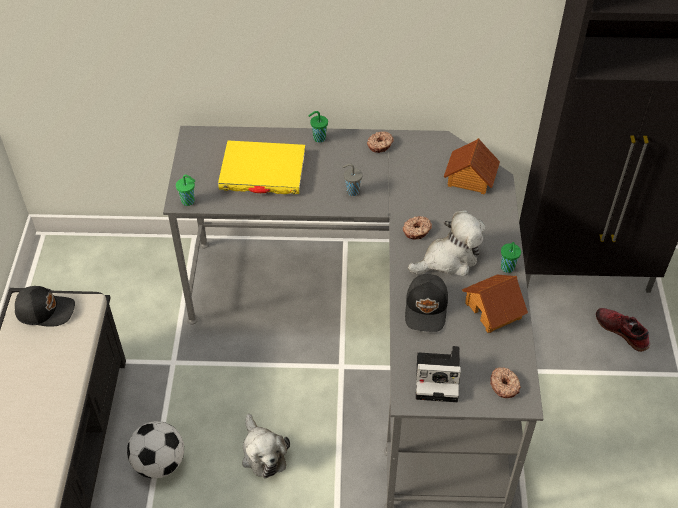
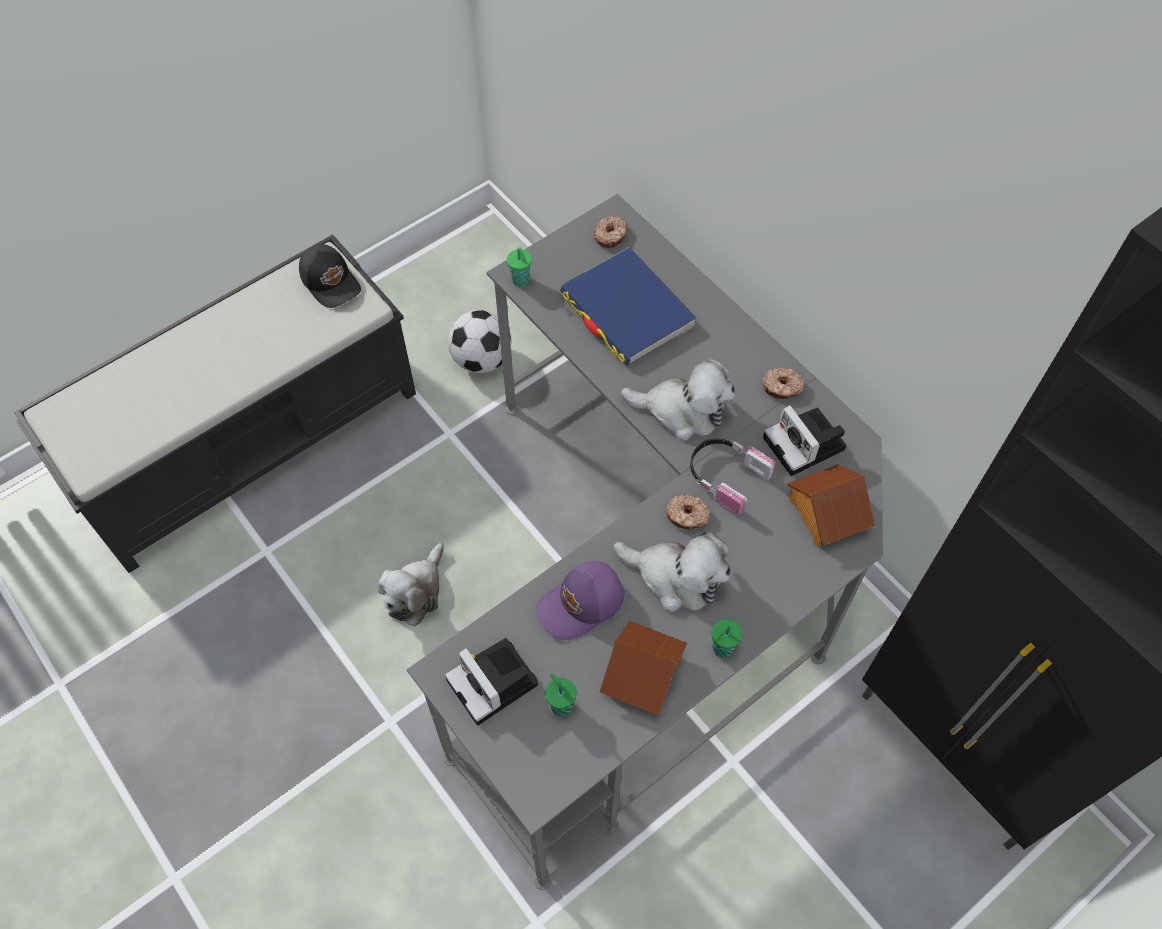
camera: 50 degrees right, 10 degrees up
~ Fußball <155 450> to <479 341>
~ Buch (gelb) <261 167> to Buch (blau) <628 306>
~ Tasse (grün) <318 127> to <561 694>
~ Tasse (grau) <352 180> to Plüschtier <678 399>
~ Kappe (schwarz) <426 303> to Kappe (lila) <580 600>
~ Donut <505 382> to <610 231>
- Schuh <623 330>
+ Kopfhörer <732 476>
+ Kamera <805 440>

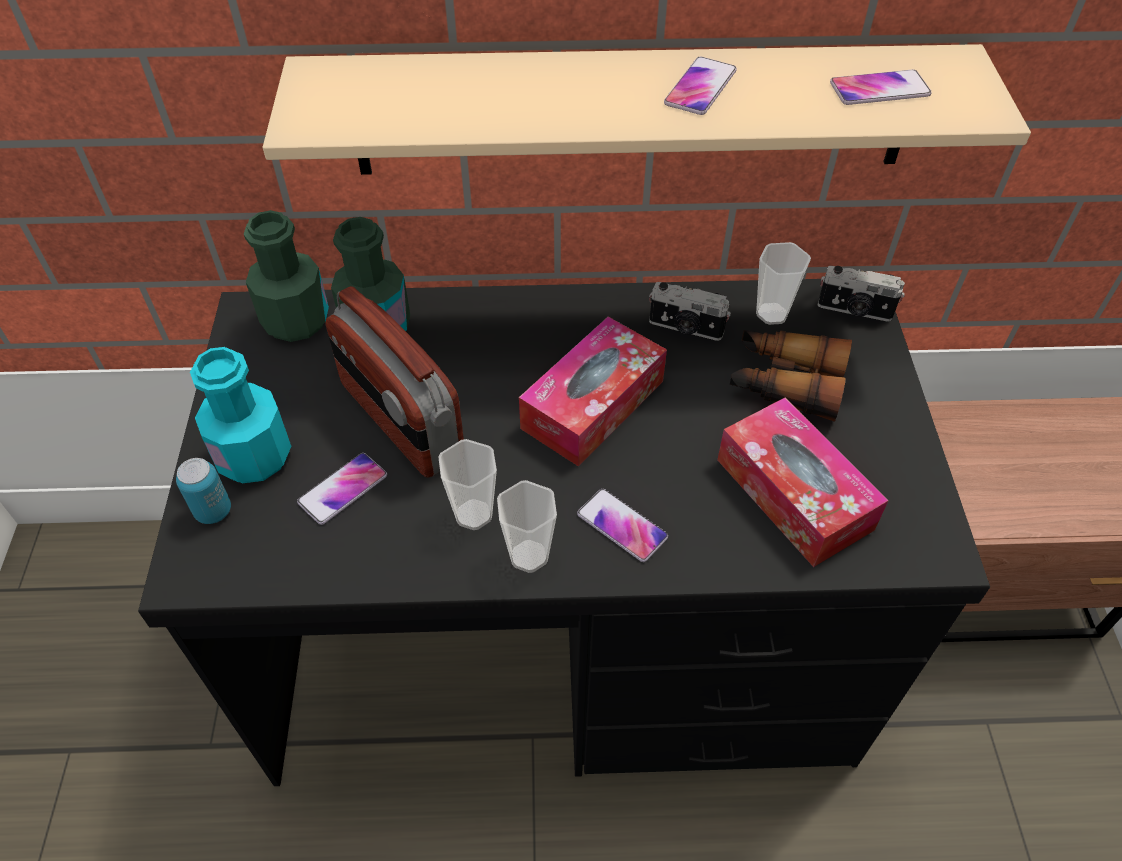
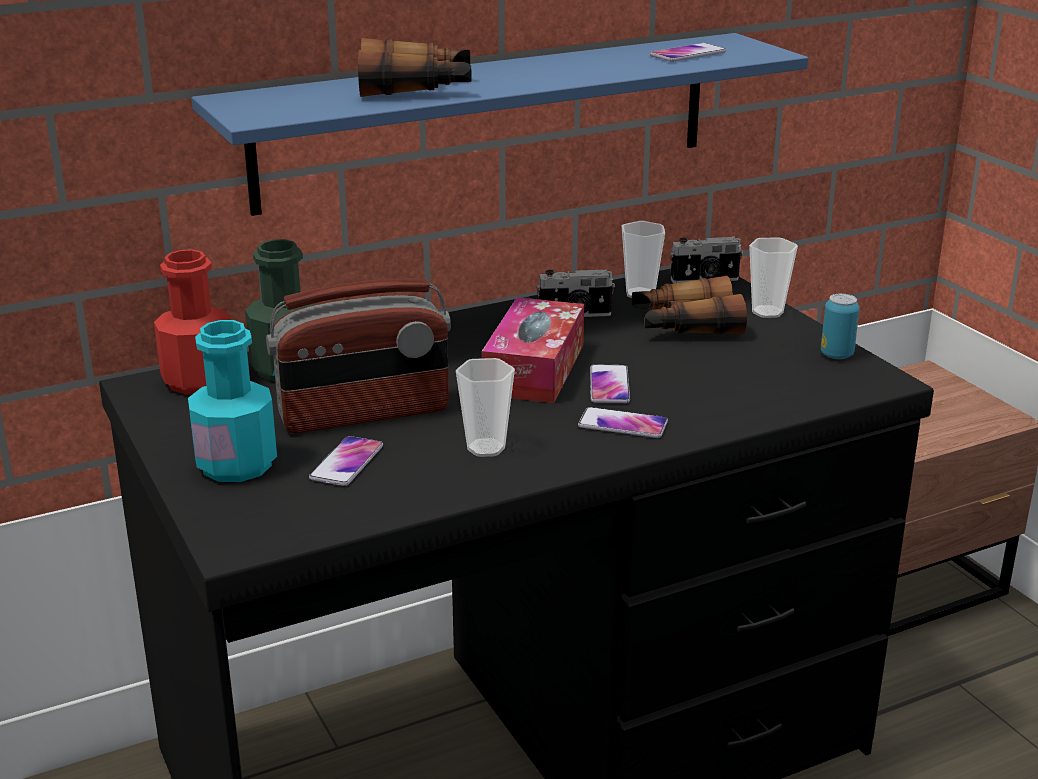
camera: 25 degrees left, 25 degrees down
~ Dose <203 491> to <840 326>
~ Flasche (grün) <286 276> to Flasche (rot) <192 322>
~ Wandregal (beige) <647 109> to Wandregal (blau) <499 124>
~ Radio <394 382> = <358 355> 45 degrees counterclockwise
~ Tasse <527 526> to <773 278>
~ Handy <700 86> to <610 383>
- Taschentuchbox <802 482>
+ Fernglas <415 67>

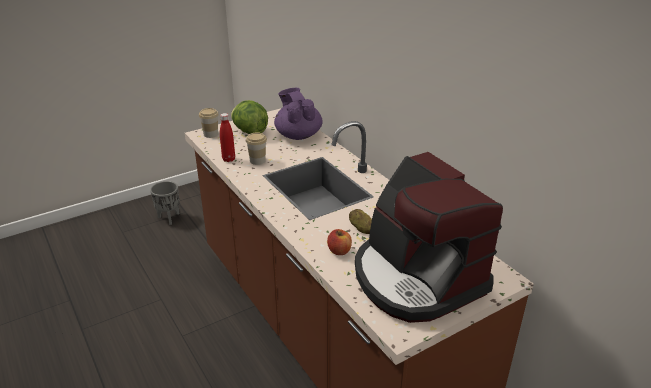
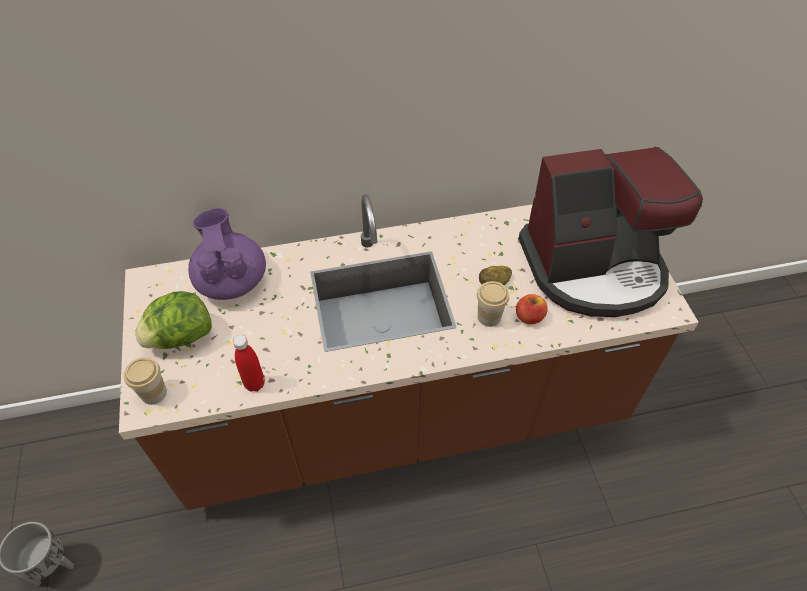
camera: 70 degrees left, 20 degrees up
~ Tasse <256 148> to <493 304>
~ Teekanne (lila) <298 114> = <227 254> 75 degrees clockwise

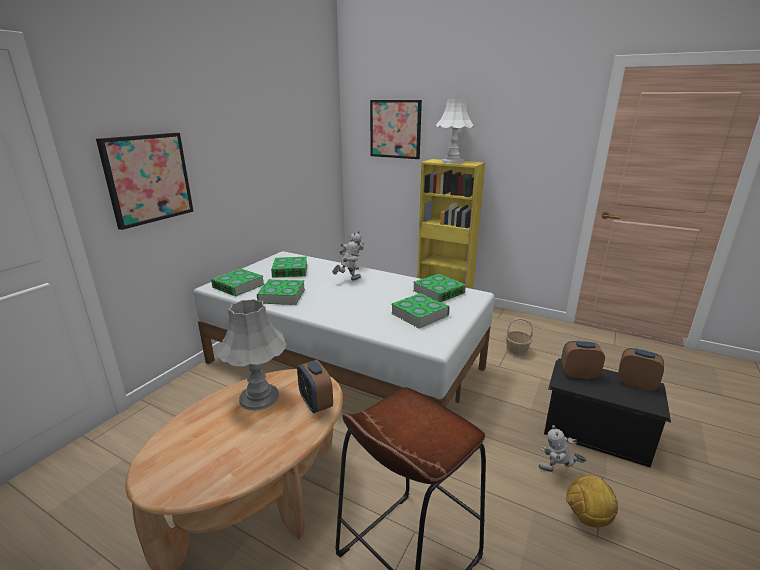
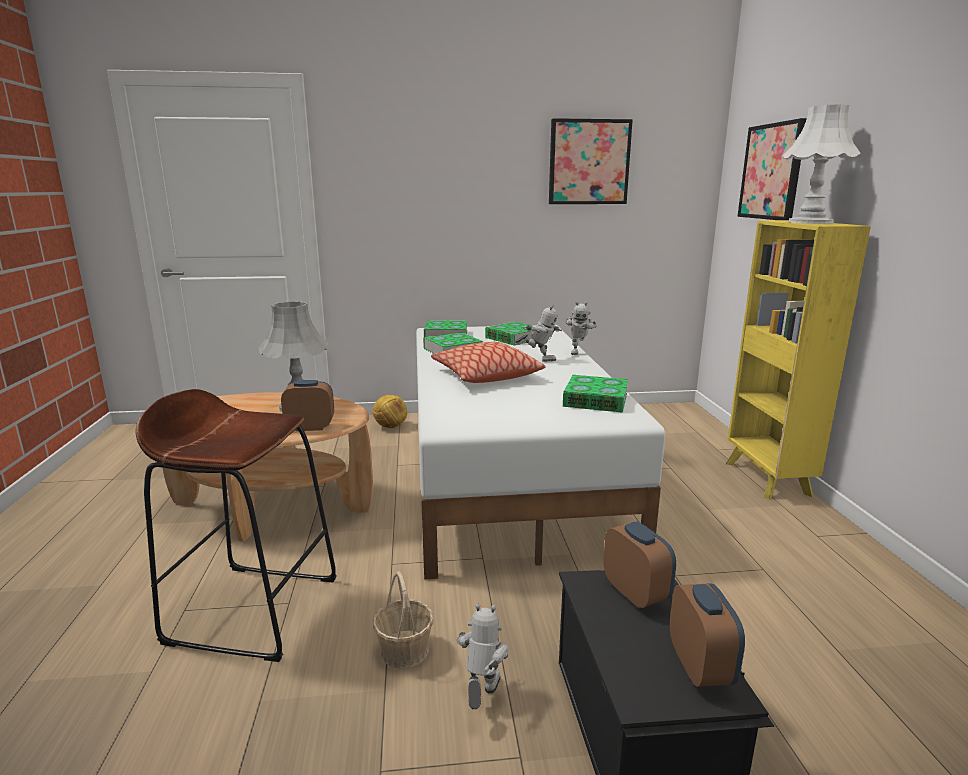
camera: 55 degrees right, 5 degrees down
~ Bild <145 181> to <591 161>
~ Wecker <315 387> = <307 405> 60 degrees clockwise
- Buch <420 310>
~ Korb <519 337> to <403 620>
~ Spielzeugroboter <562 448> = <482 657> 45 degrees clockwise
~ Fußball <592 501> to <390 411>
+ Kissen <488 362>

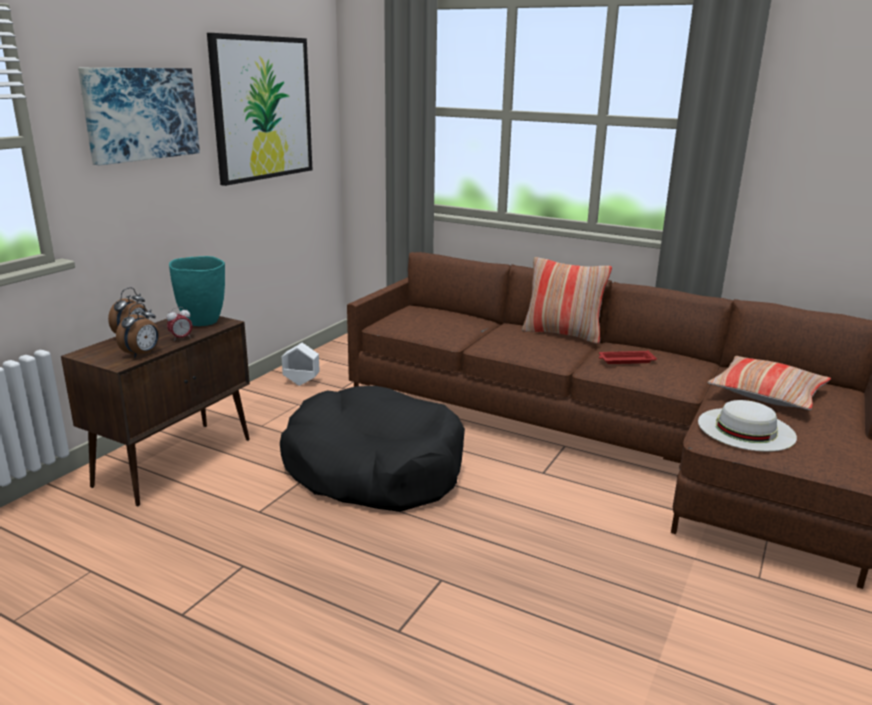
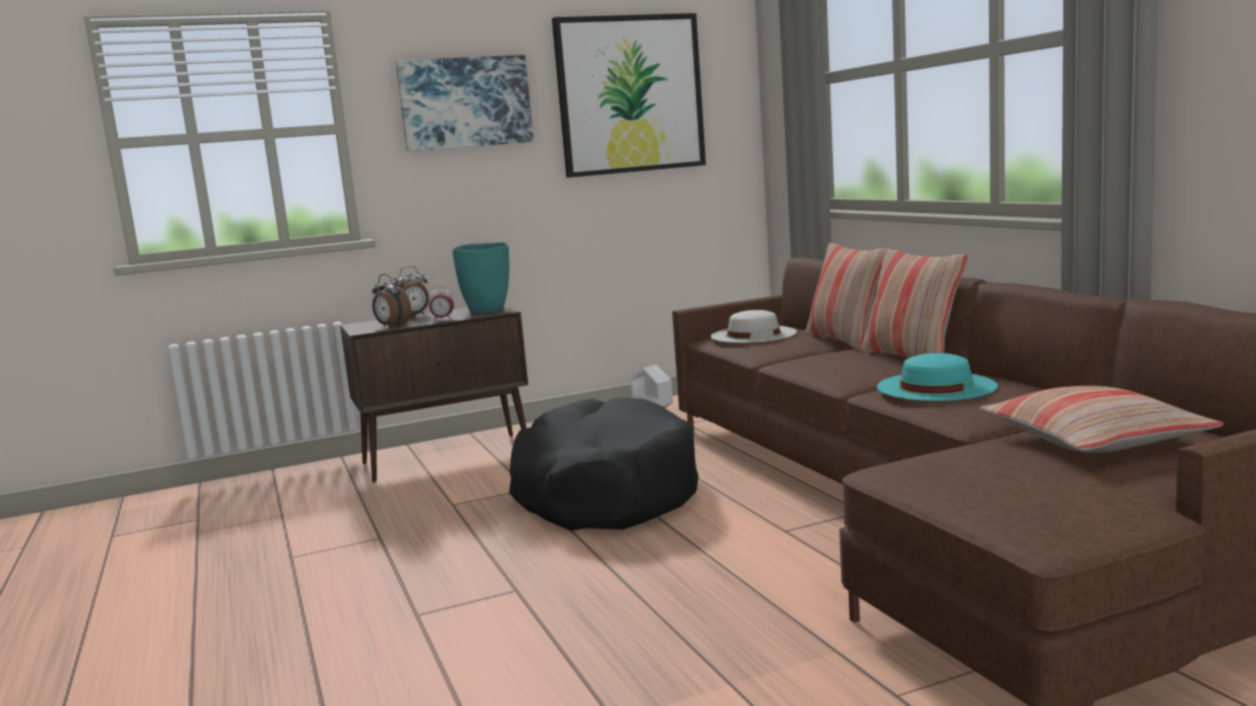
camera: 40 degrees right, 10 degrees down
~ Wecker <137 330> = <391 301> 60 degrees clockwise
~ Tablett (rot) <628 357> to Hut (türkis) <937 377>
~ Hut (weiß) <747 426> to <754 326>
+ Kissen <845 296>

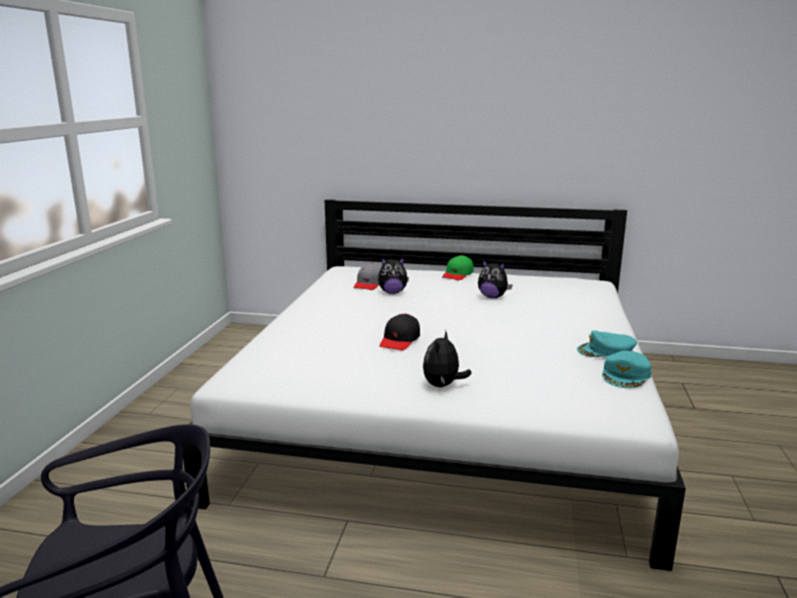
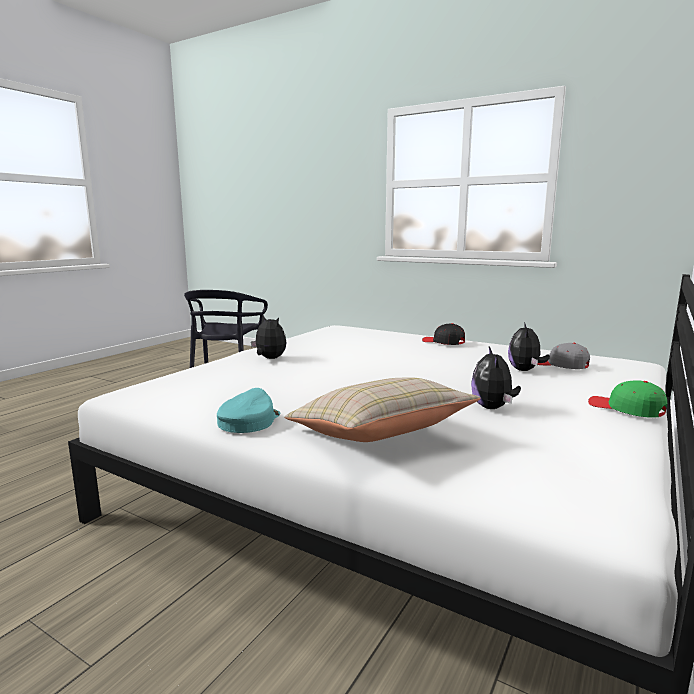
camera: 110 degrees right, 5 degrees down
~ Kappe (schwarz) <399 332> to <443 334>
~ Plüschtier <495 279> = <496 378> 45 degrees counterclockwise
- Kappe (türkis) <627 369>
+ Kissen (beige) <382 409>

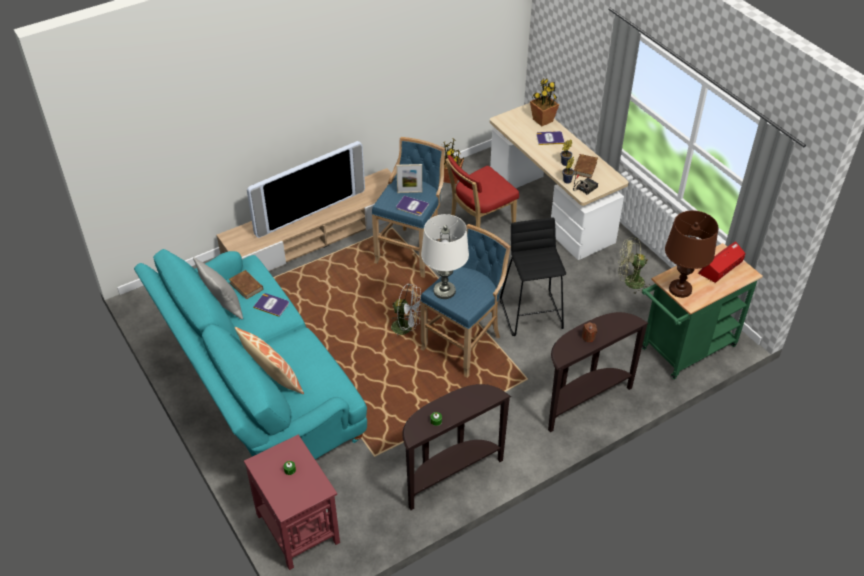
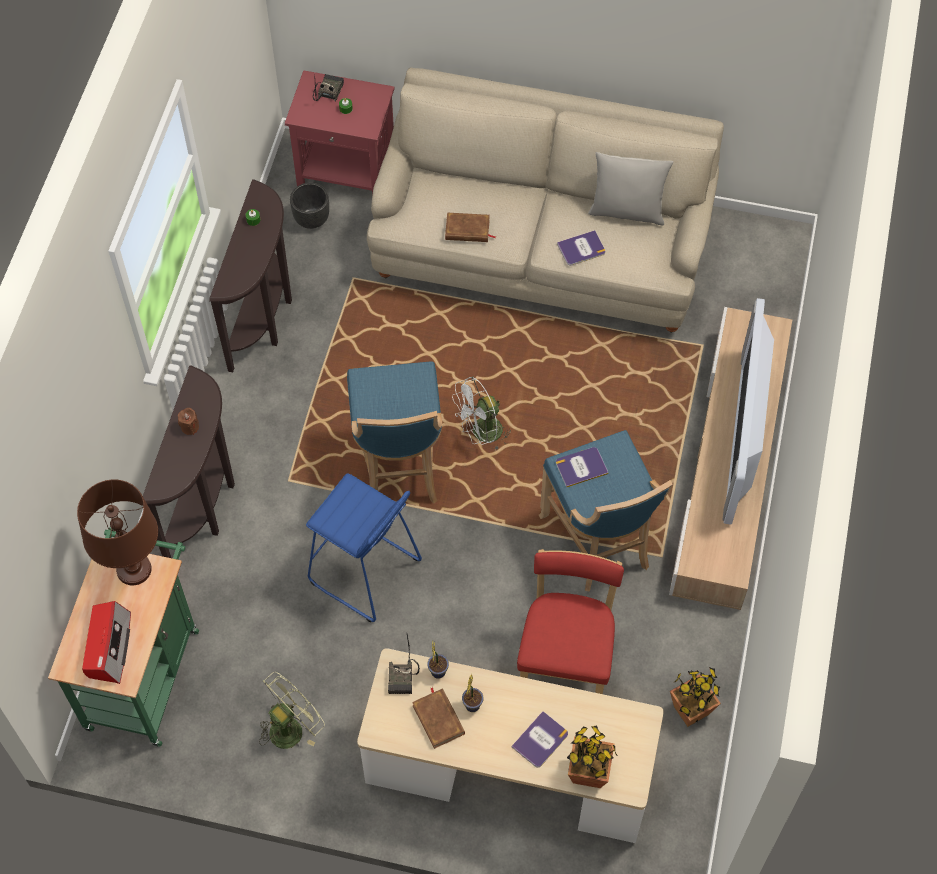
camera: 135 degrees right, 15 degrees up
~ Sofa (türkis) <250 354> to Sofa (beige) <545 200>
~ Buch (braun) <246 285> to <470 227>
- Kissen <269 360>
- Bilderrahmen <409 178>
- Tischlampe (weiß) <445 256>
~ Hocker (schwarz) <533 276> to Hocker (blau) <364 548>
+ Pflanzkübel (schwarz) <309 206>
+ Radio <328 87>

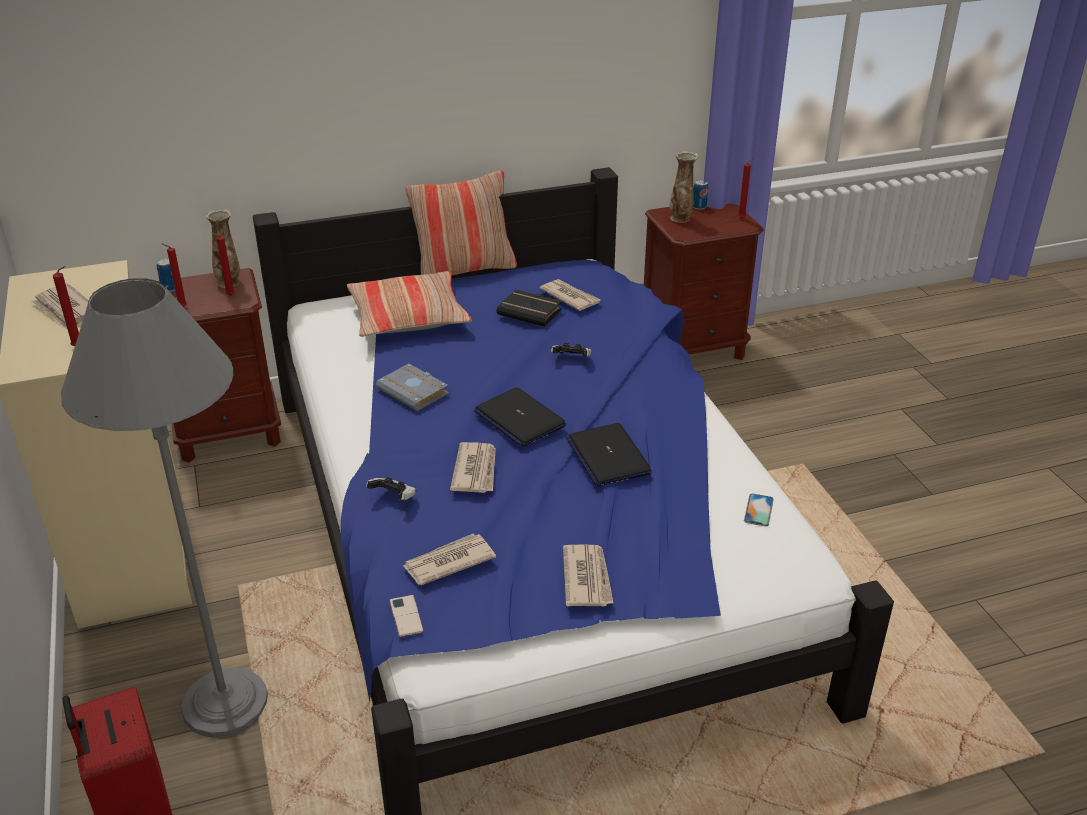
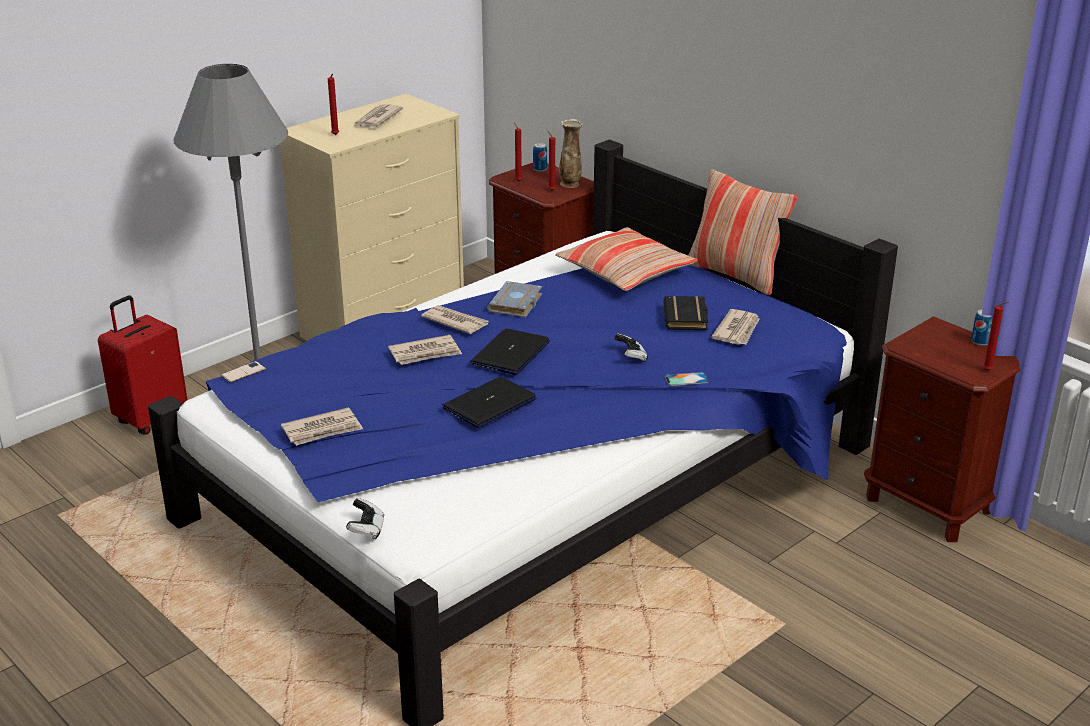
camera: 65 degrees right, 5 degrees down
~ Gamepad <391 488> to <365 518>
~ Zeitung <449 559> to <454 319>
- Vase <684 187>
~ Handy <759 509> to <687 379>

